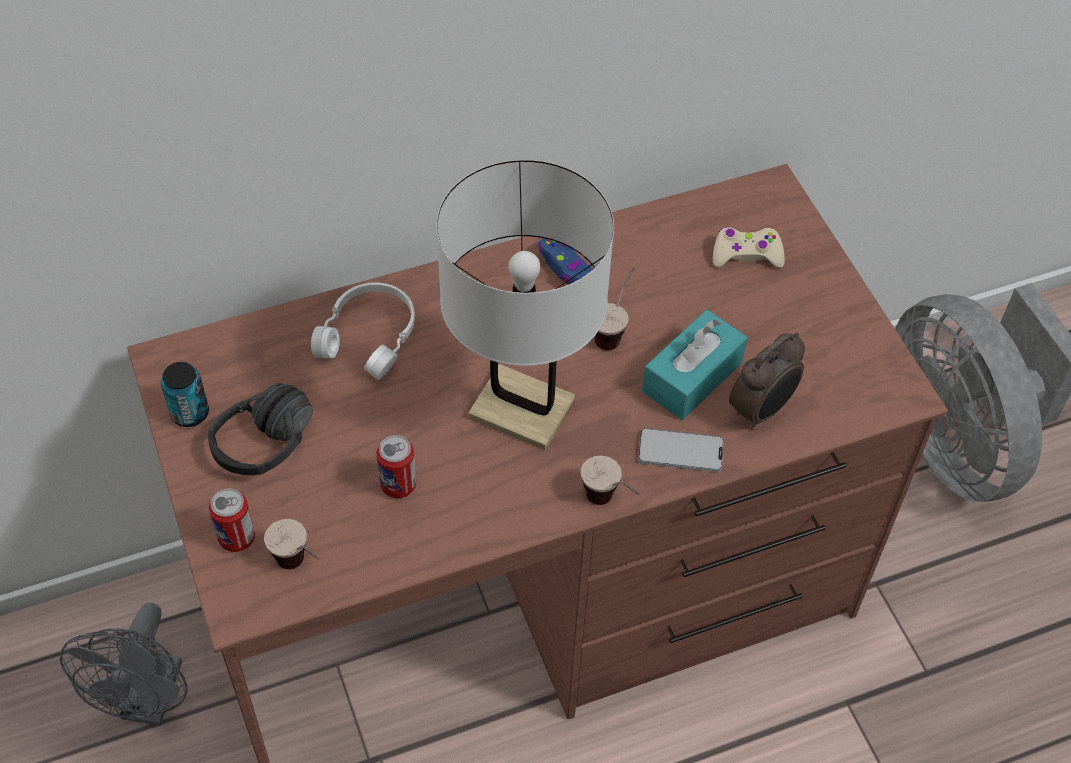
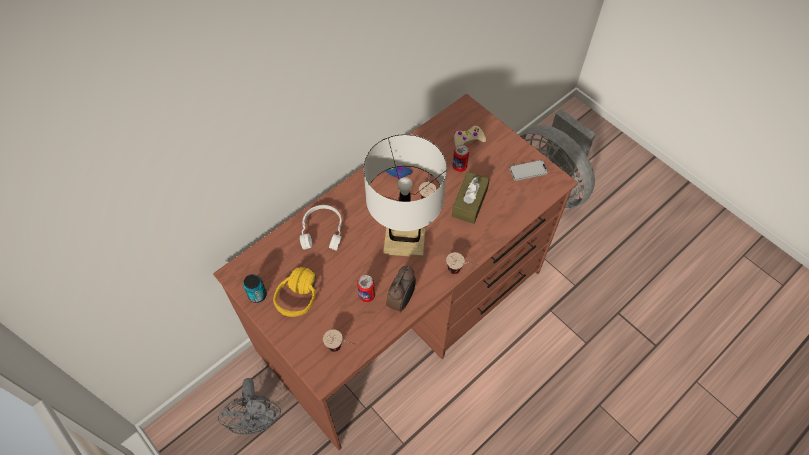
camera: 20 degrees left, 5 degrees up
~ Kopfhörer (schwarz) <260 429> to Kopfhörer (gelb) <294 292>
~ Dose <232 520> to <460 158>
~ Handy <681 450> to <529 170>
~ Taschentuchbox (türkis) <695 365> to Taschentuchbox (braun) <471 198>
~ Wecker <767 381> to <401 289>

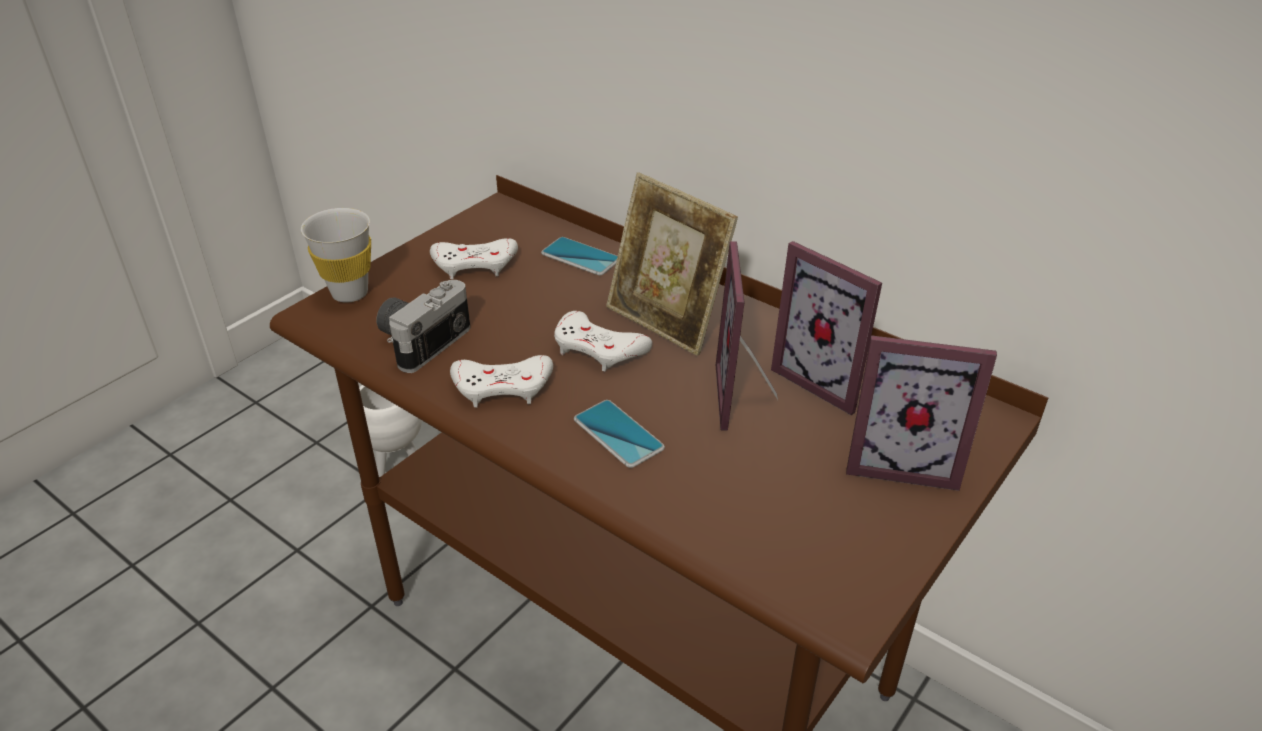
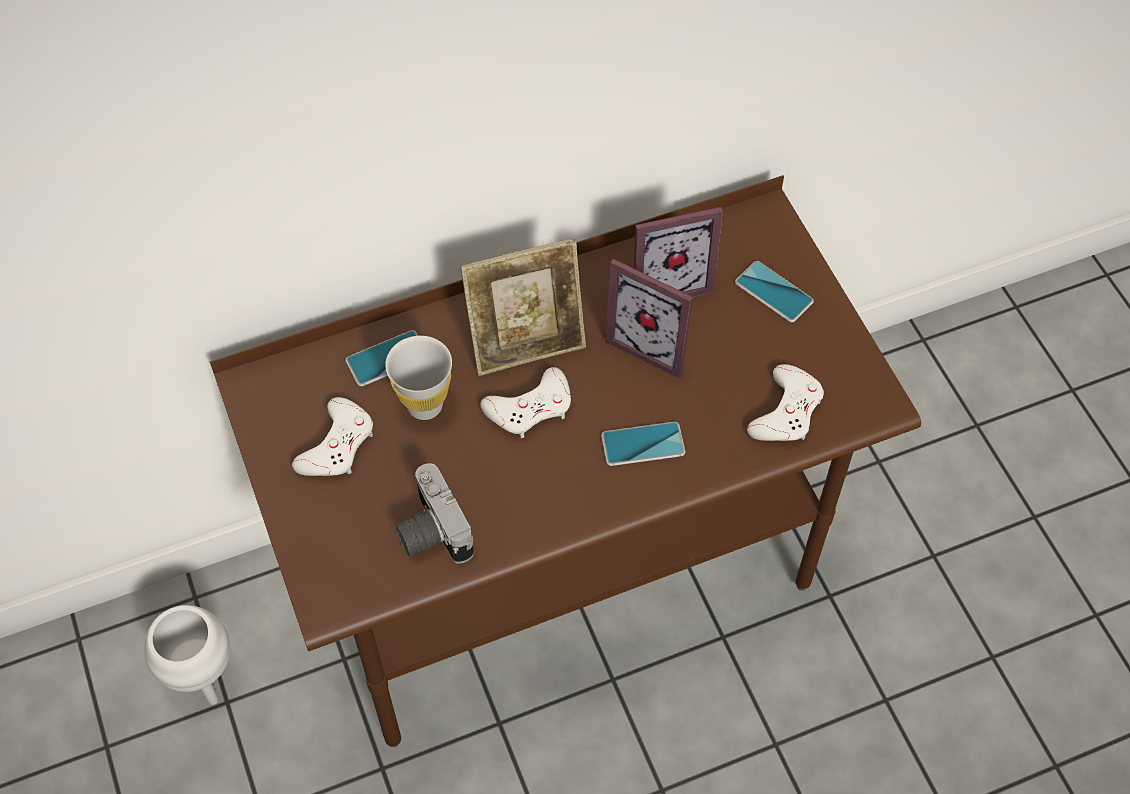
camera: 60 degrees left, 20 degrees up
~ Tasse (weiß) <336 255> to <418 378>
~ Gamepad (weiß) <501 381> to <785 402>
~ Bilderrahmen <921 413> to Handy <774 291>

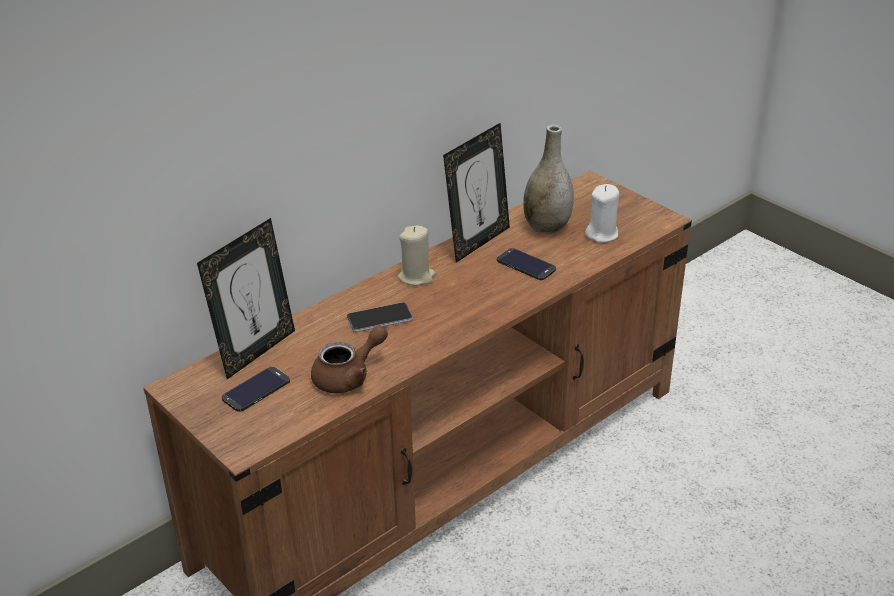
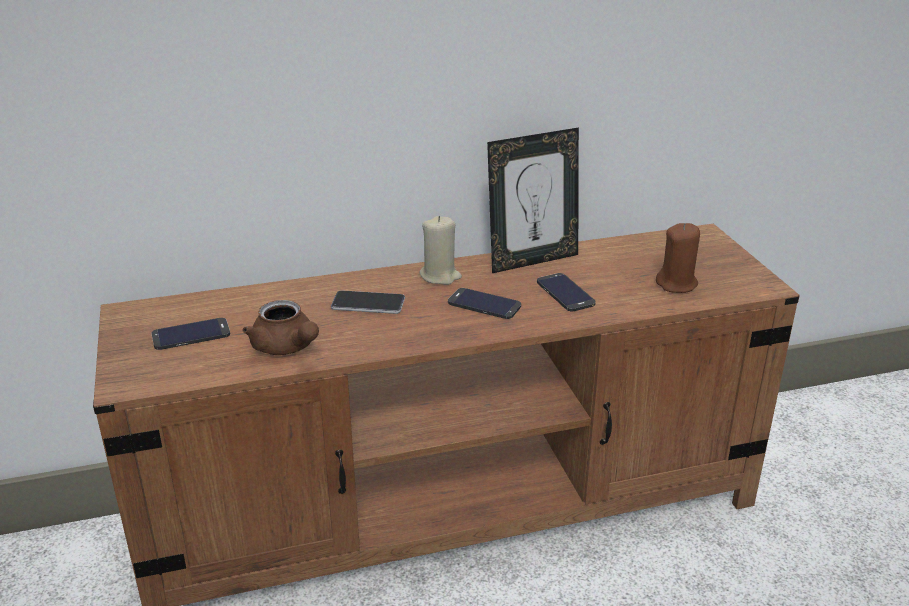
camera: 25 degrees right, 5 degrees down
- Bilderrahmen <246 298>
~ Teekanne (braun) <349 359> = <280 327> 60 degrees clockwise
- Vase (grau) <548 179>
~ Kerze (weiß) <602 213> to Kerze (braun) <678 258>
+ Handy <484 303>

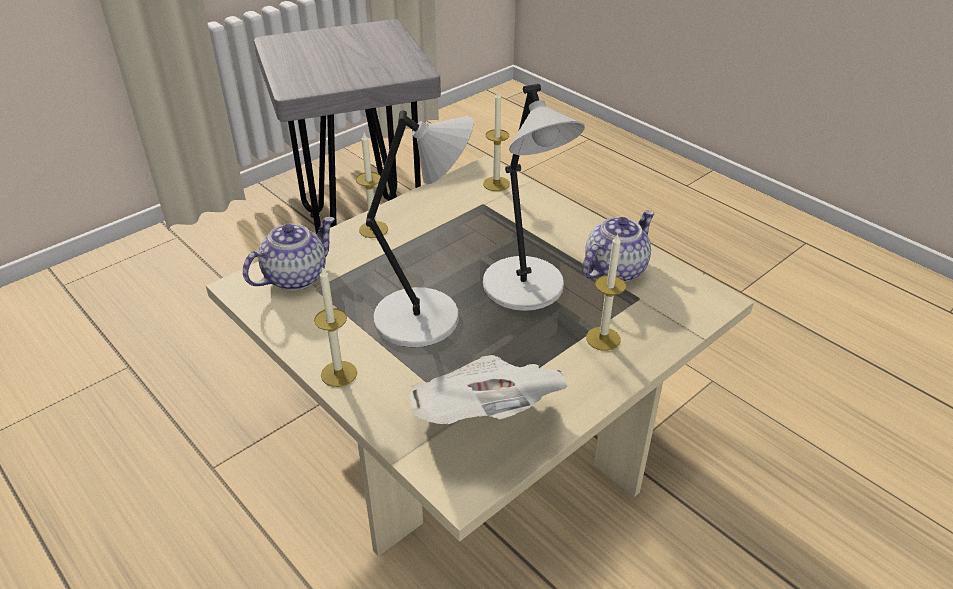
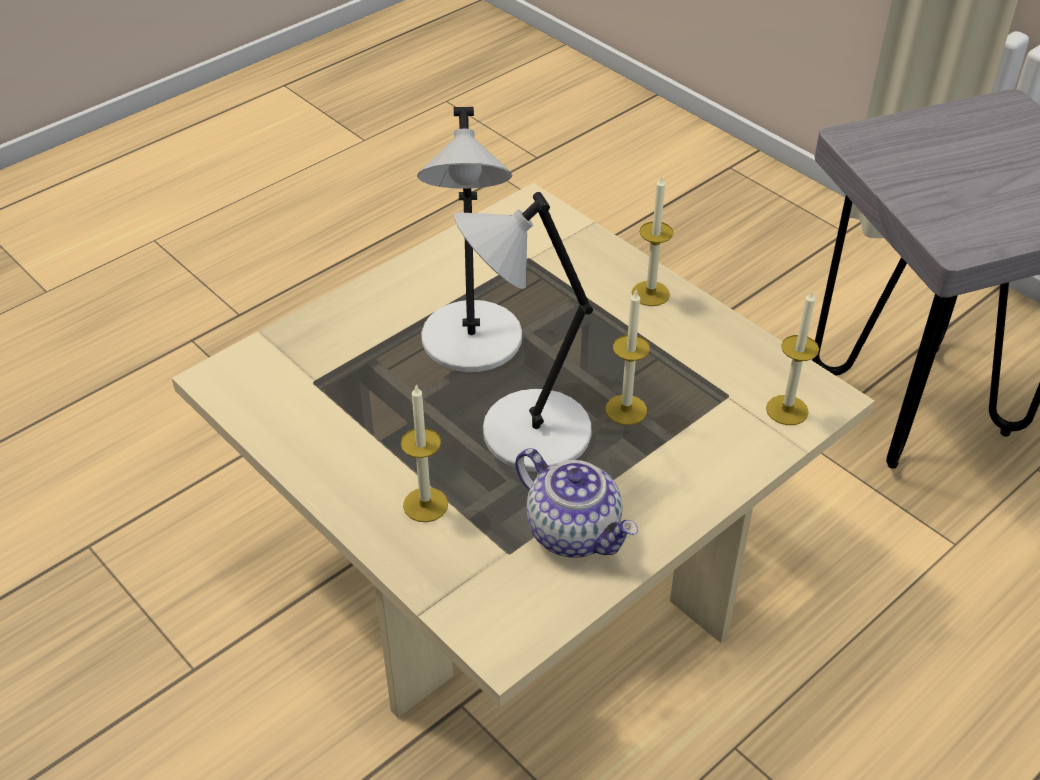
camera: 90 degrees right, 5 degrees up
- Teekanne <289 254>
~ Kerze <335 326> to <627 357>
- Zeitung <488 389>

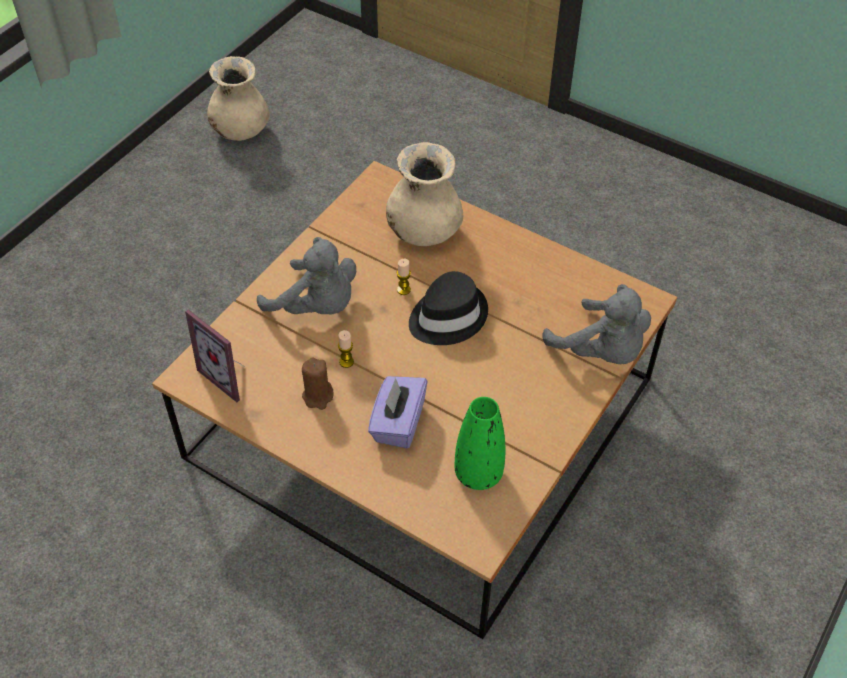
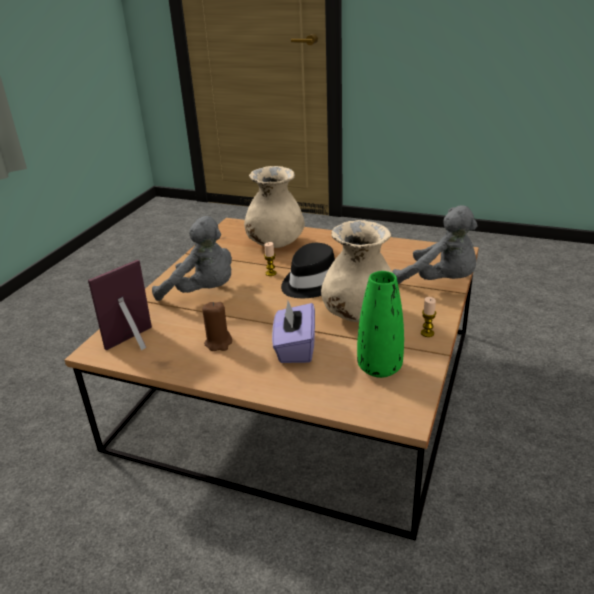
camera: 10 degrees left, 20 degrees down
~ Bilderrahmen <214 356> = <120 304> 105 degrees clockwise
~ Vase (beige) <238 98> to <357 271>
~ Kerze <346 349> to <428 317>

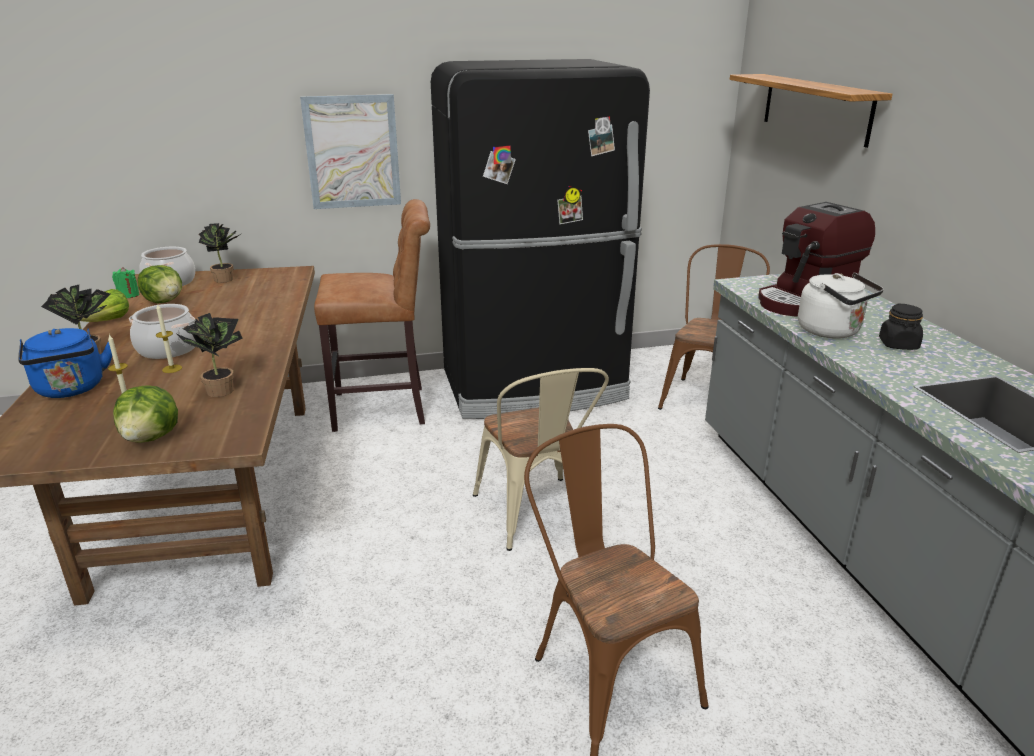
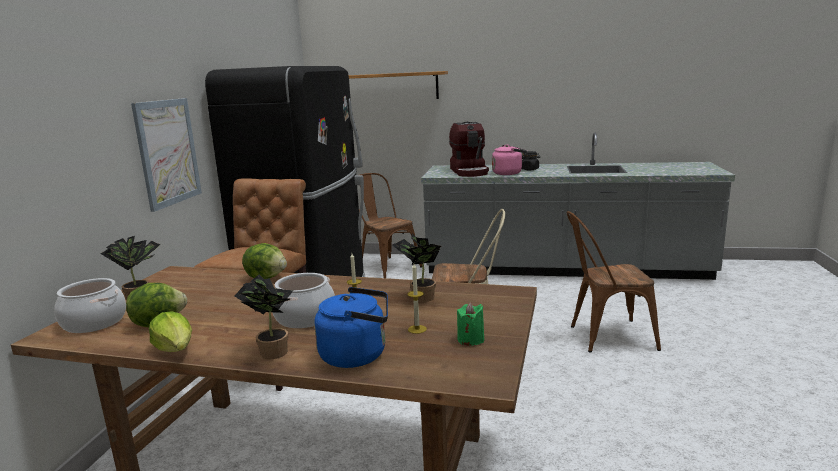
camera: 65 degrees left, 10 degrees down
~ Kerze (grün) <126 282> to <471 324>
~ Salatkopf <145 414> to <264 261>
~ Wasserkessel (weiß) <841 306> to Wasserkessel (rosa) <509 160>

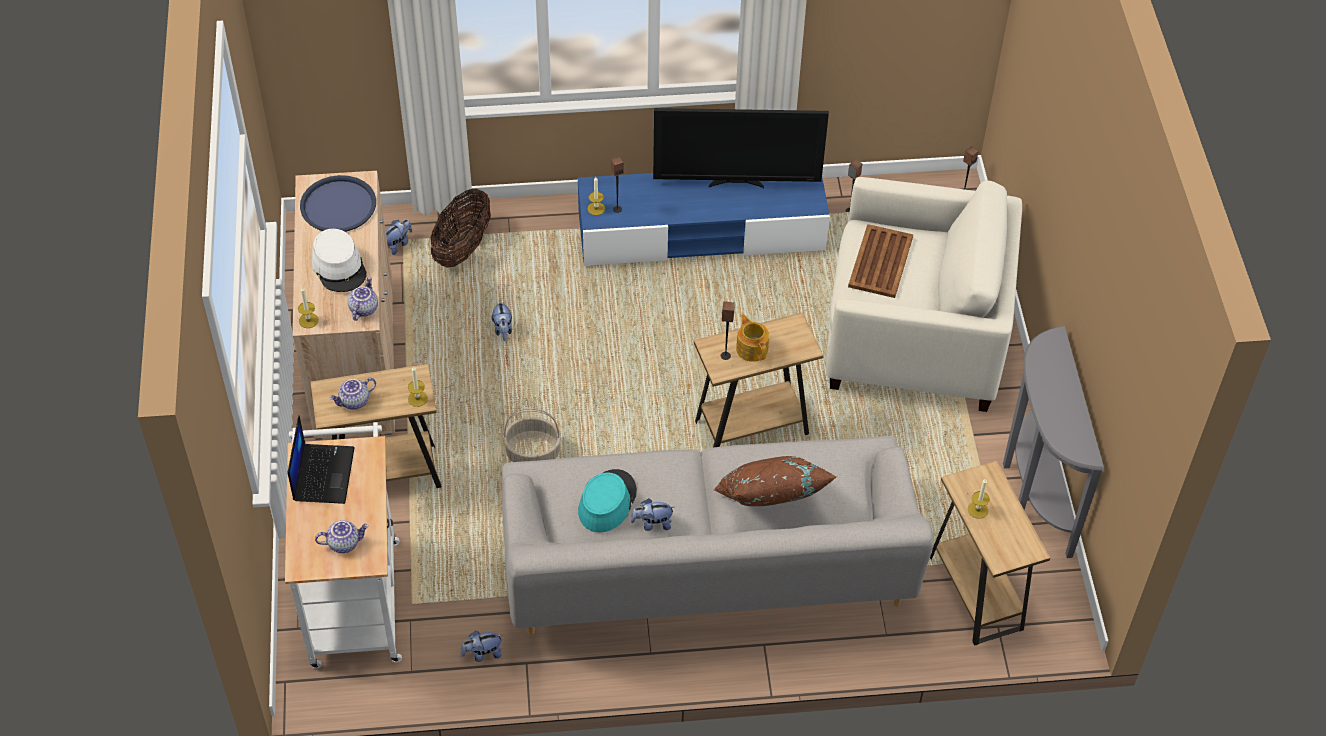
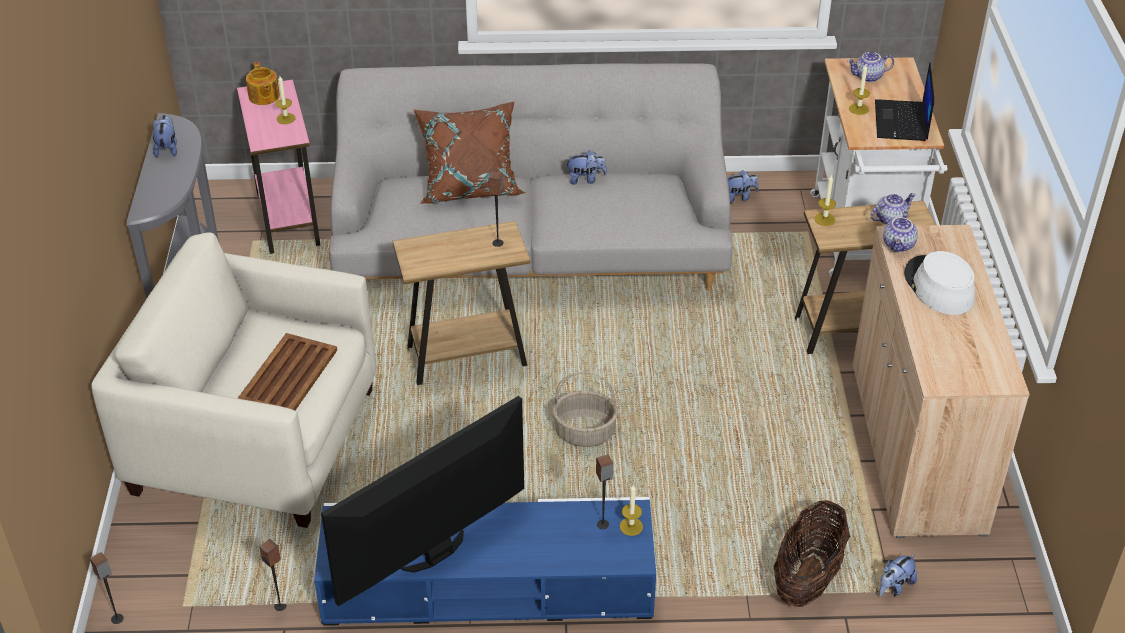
camera: 175 degrees left, 10 degrees down
~ Kerze <308 307> to <859 90>
- Tablett (blau) <338 203>
~ Plüschtier <501 320> to <165 136>
~ Korb <532 435> to <585 409>
- Hut (türkis) <607 500>
~ Fernseher <741 148> = <422 501> 45 degrees counterclockwise
~ Teekanne <752 338> to <263 83>
~ Beistelltisch (braun) <990 553> to Beistelltisch (rosa) <278 167>

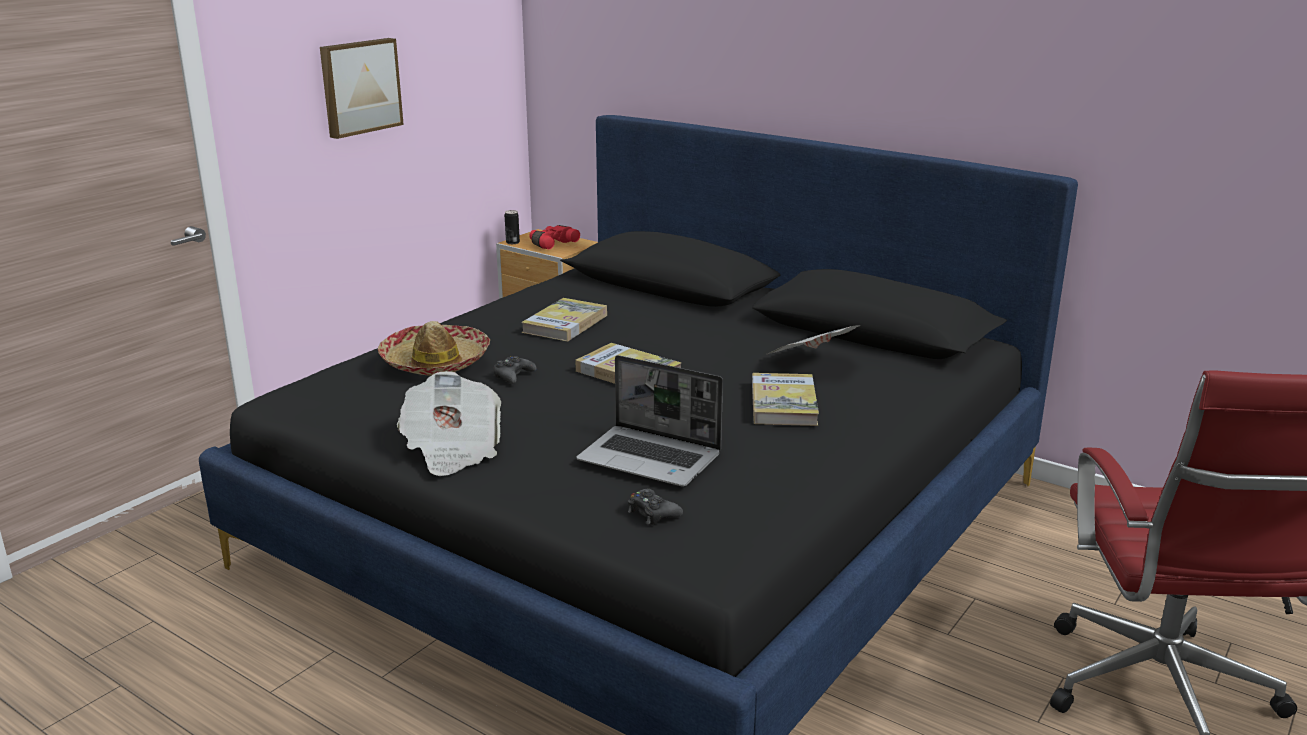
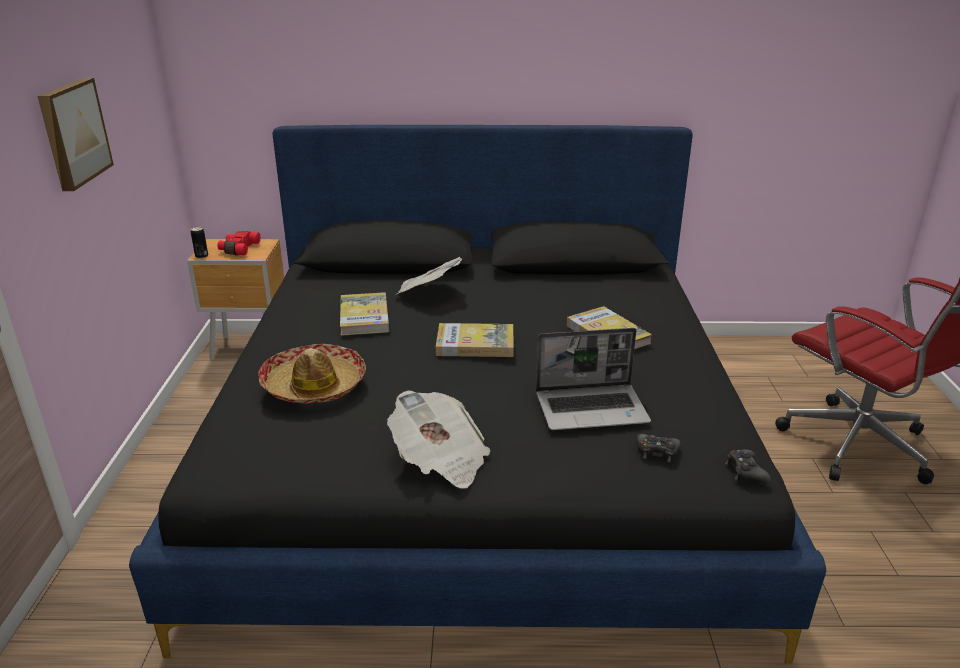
camera: 35 degrees left, 5 degrees up
~ Gamepad (schwarz) <515 370> to <748 466>
~ Zeitung <814 339> to <429 275>

